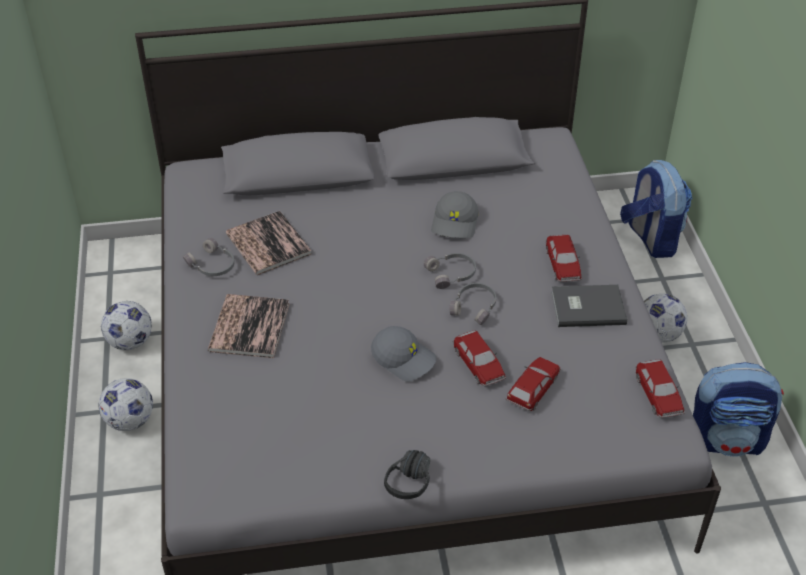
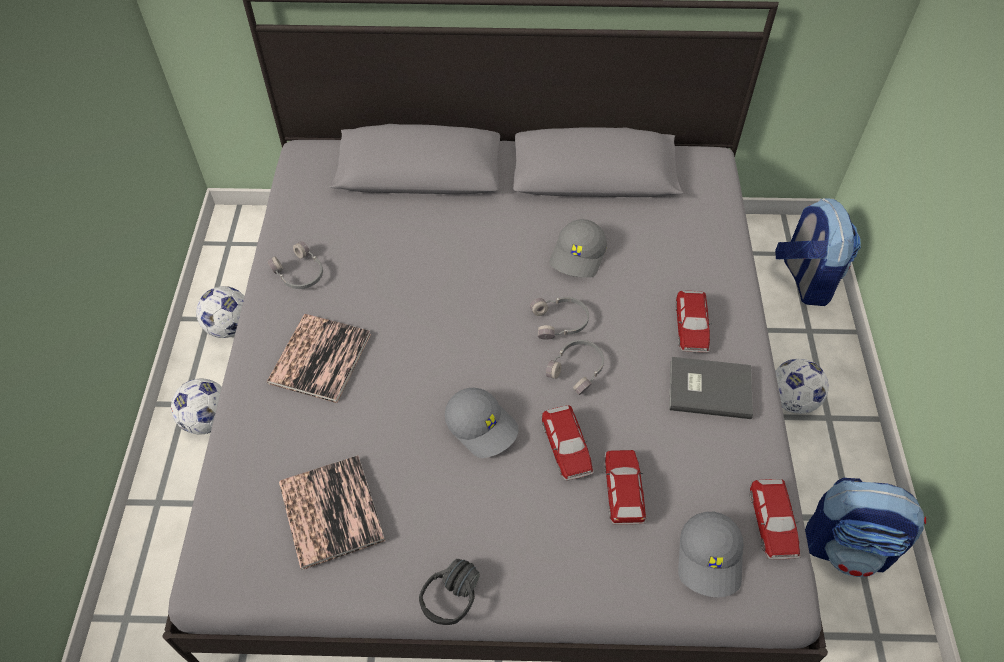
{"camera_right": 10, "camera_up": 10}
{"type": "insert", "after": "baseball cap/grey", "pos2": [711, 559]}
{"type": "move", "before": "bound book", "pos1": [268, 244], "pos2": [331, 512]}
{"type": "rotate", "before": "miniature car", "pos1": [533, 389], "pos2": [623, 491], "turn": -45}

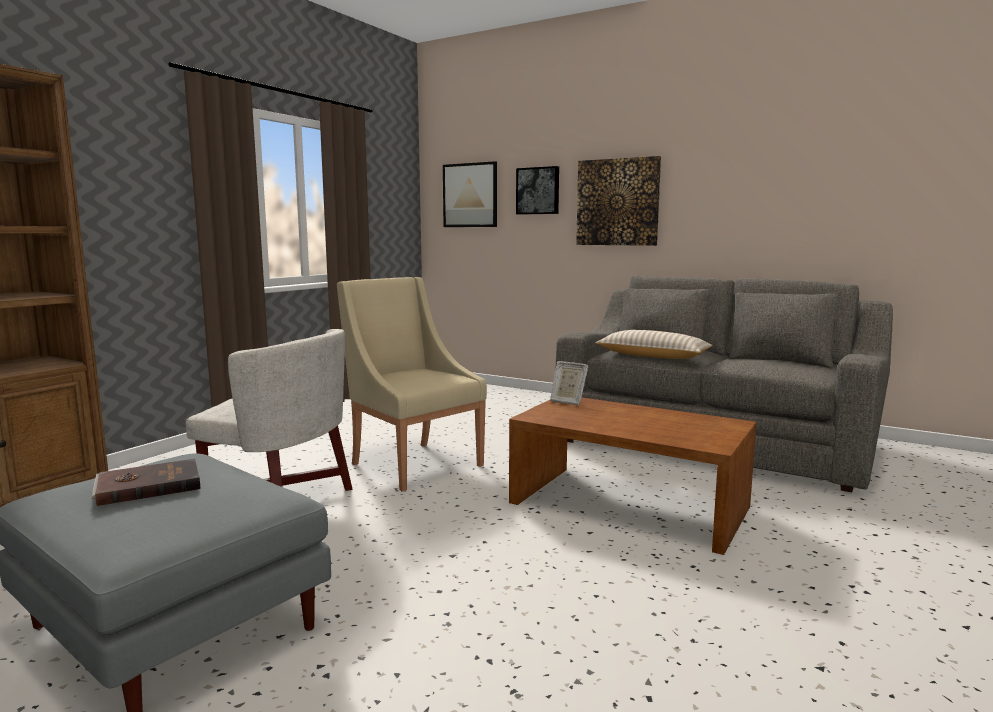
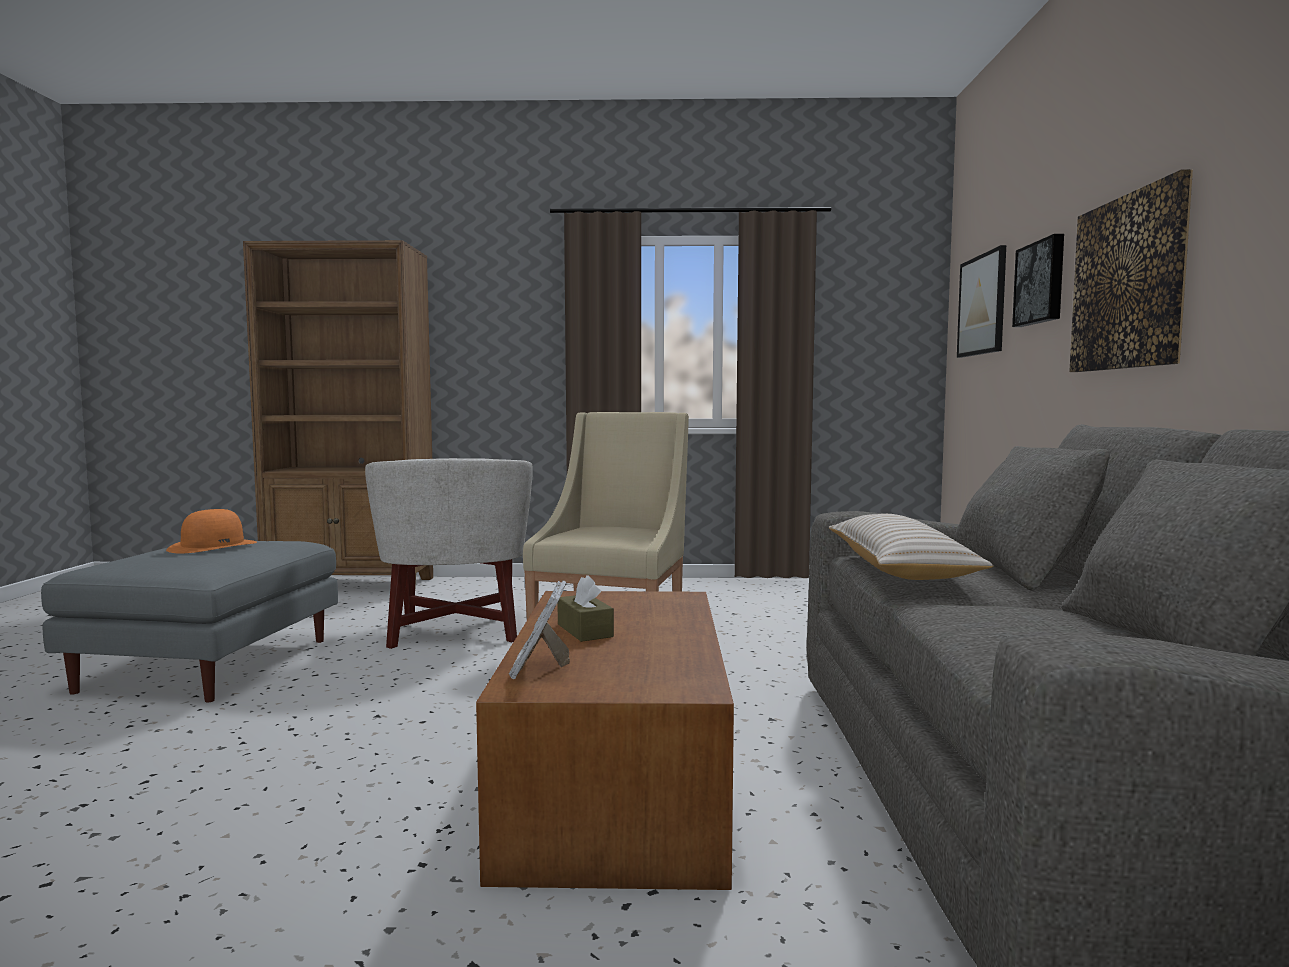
{"camera_right": 60, "camera_up": -5}
{"type": "insert", "after": "box of tissues/brown-coloured", "pos2": [585, 630]}
{"type": "move", "before": "photo frame", "pos1": [567, 401], "pos2": [540, 669]}
{"type": "replace", "before": "bound book/brown-coloured", "after": "wearable hat/orange", "pos1": [148, 485], "pos2": [213, 546]}

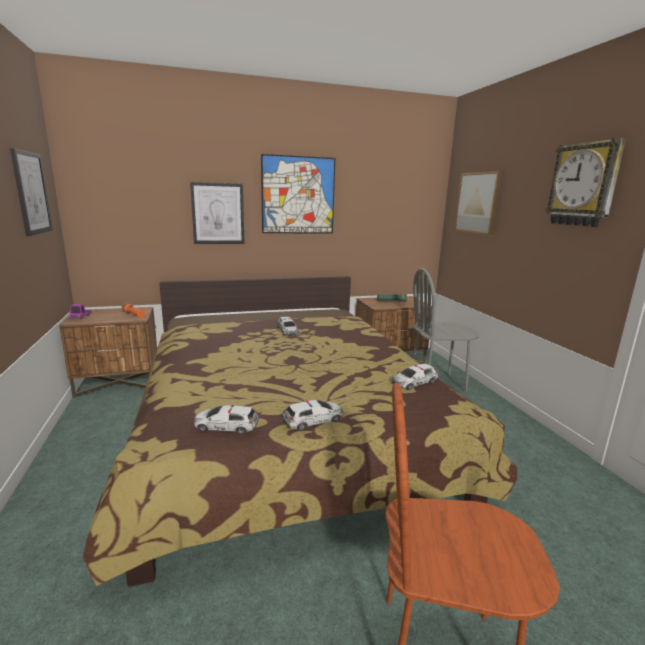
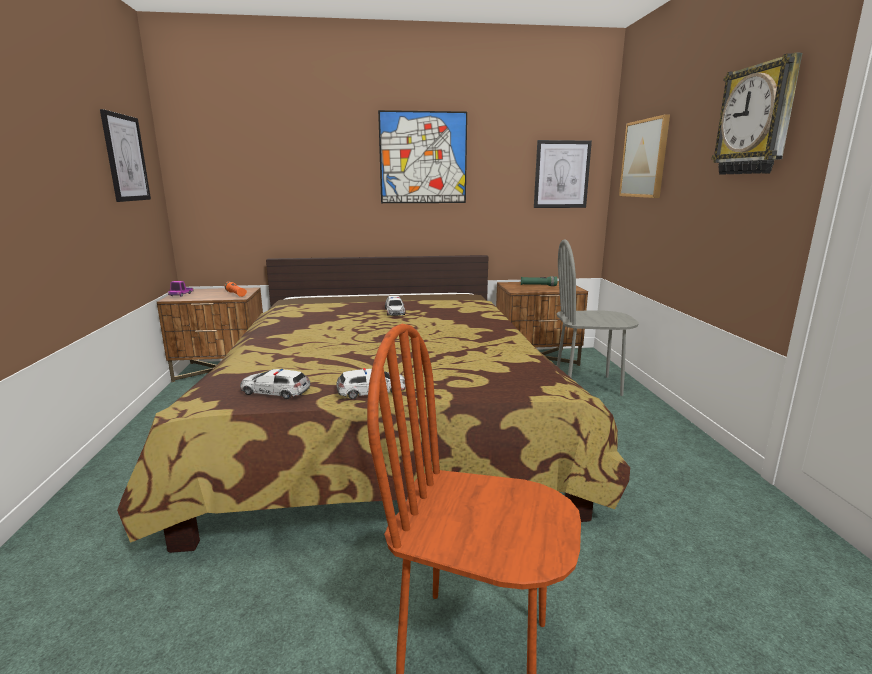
{"camera_right": 10, "camera_up": 0}
{"type": "delete", "before": "miniature car", "pos1": [413, 382]}
{"type": "move", "before": "wall picture", "pos1": [218, 213], "pos2": [561, 174]}

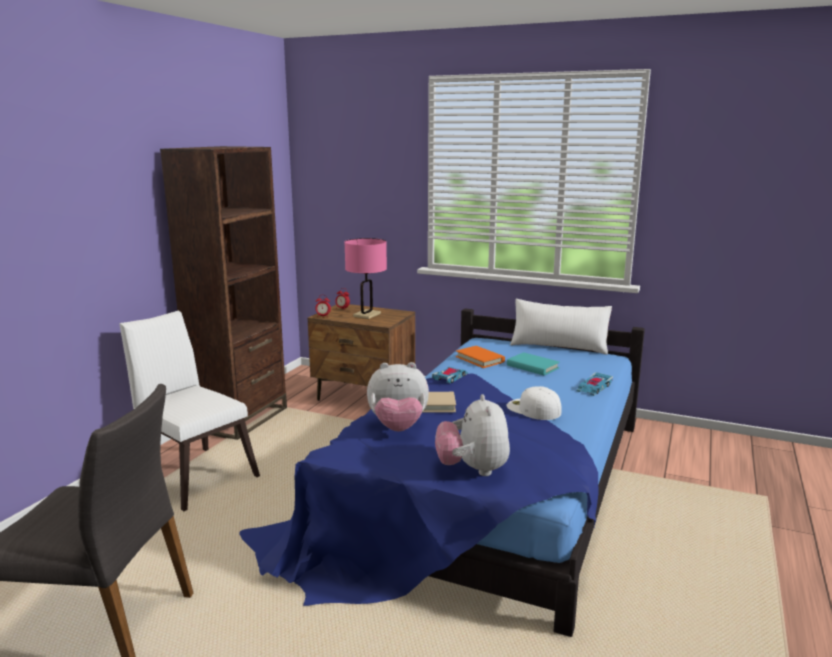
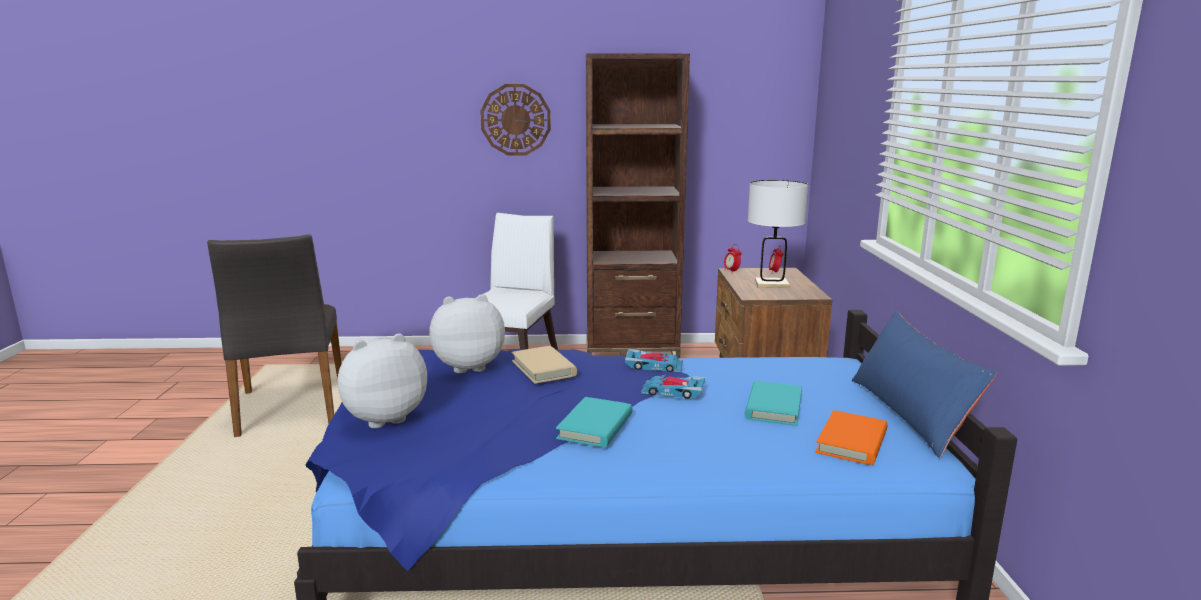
{"camera_right": 65, "camera_up": 0}
{"type": "insert", "after": "wall clock", "pos2": [515, 120]}
{"type": "move", "before": "bound book/orange", "pos1": [480, 359], "pos2": [852, 442]}
{"type": "move", "before": "miniature car", "pos1": [594, 388], "pos2": [672, 391]}
{"type": "replace", "before": "baseball cap/white", "after": "bound book/turquoise", "pos1": [533, 409], "pos2": [595, 426]}
{"type": "recolor", "before": "table lamp/pink-coloured", "after": "table lamp/white", "pos1": [367, 315], "pos2": [771, 284]}
{"type": "recolor", "before": "cushion/white", "after": "cushion/bluish", "pos1": [559, 346], "pos2": [910, 414]}
{"type": "rotate", "before": "cuddly toy", "pos1": [398, 427], "pos2": [469, 366], "turn": 105}

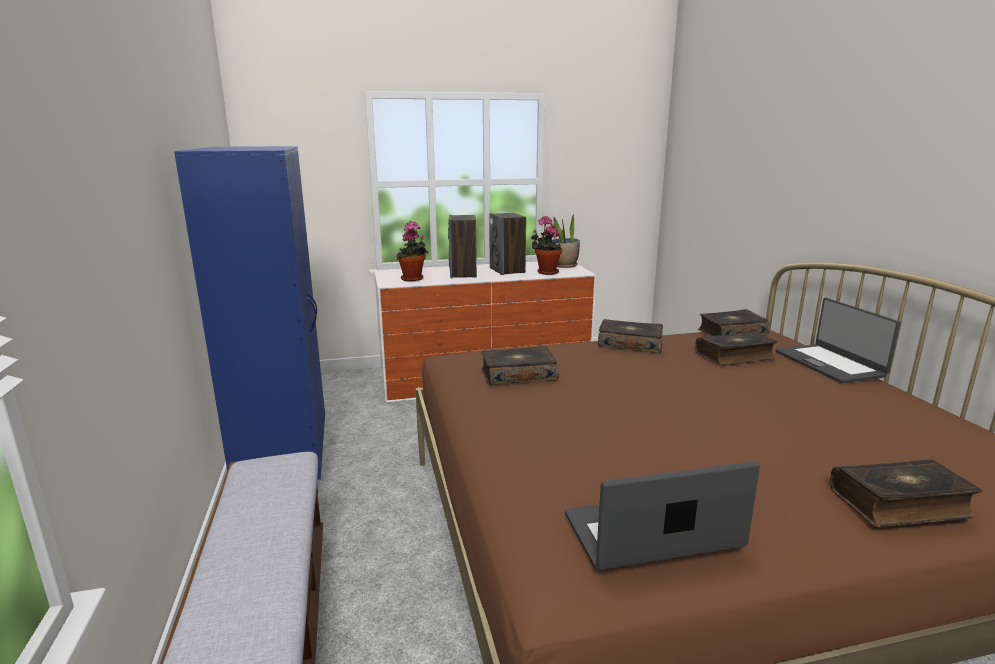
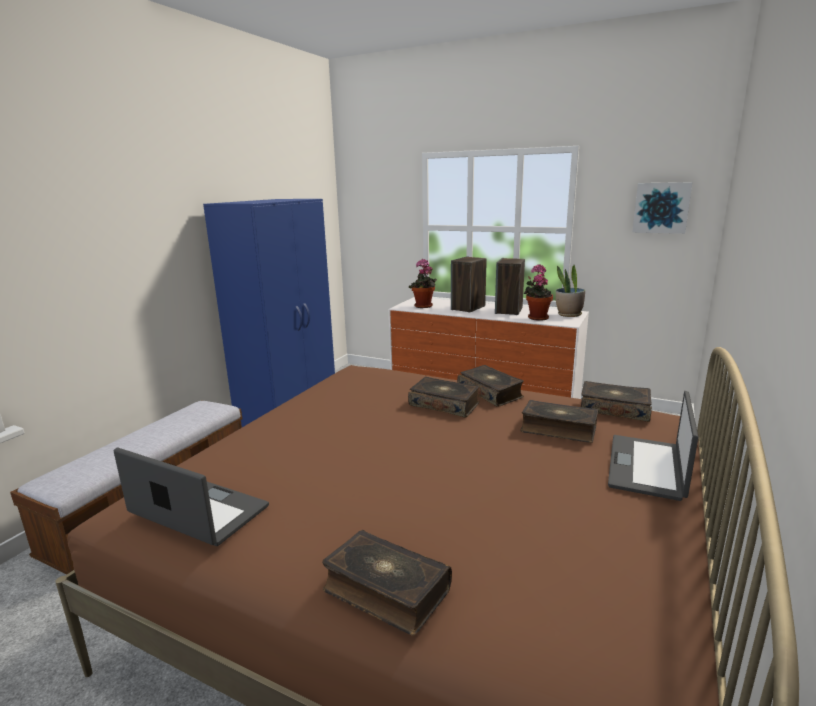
{"camera_right": 40, "camera_up": 0}
{"type": "insert", "after": "wall picture", "pos2": [661, 207]}
{"type": "move", "before": "bound book", "pos1": [518, 375], "pos2": [444, 404]}

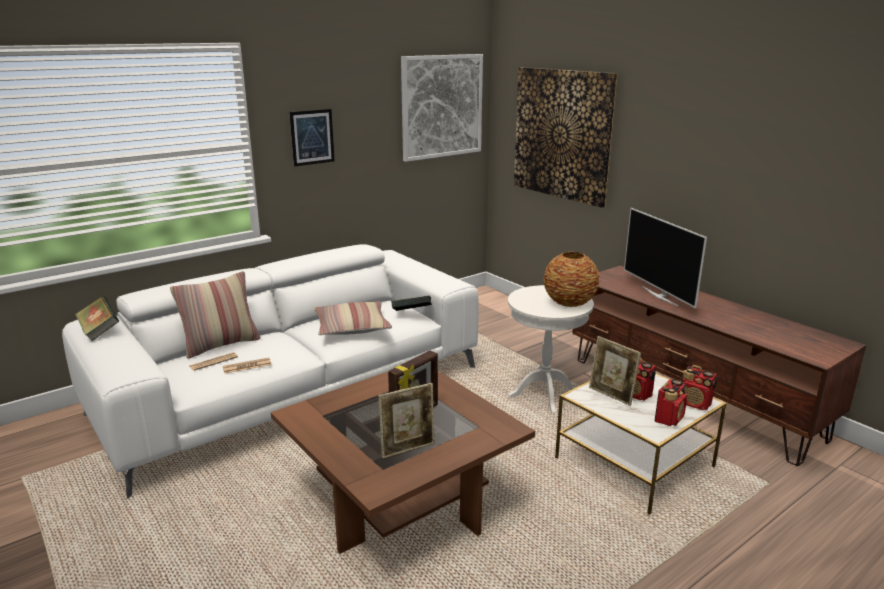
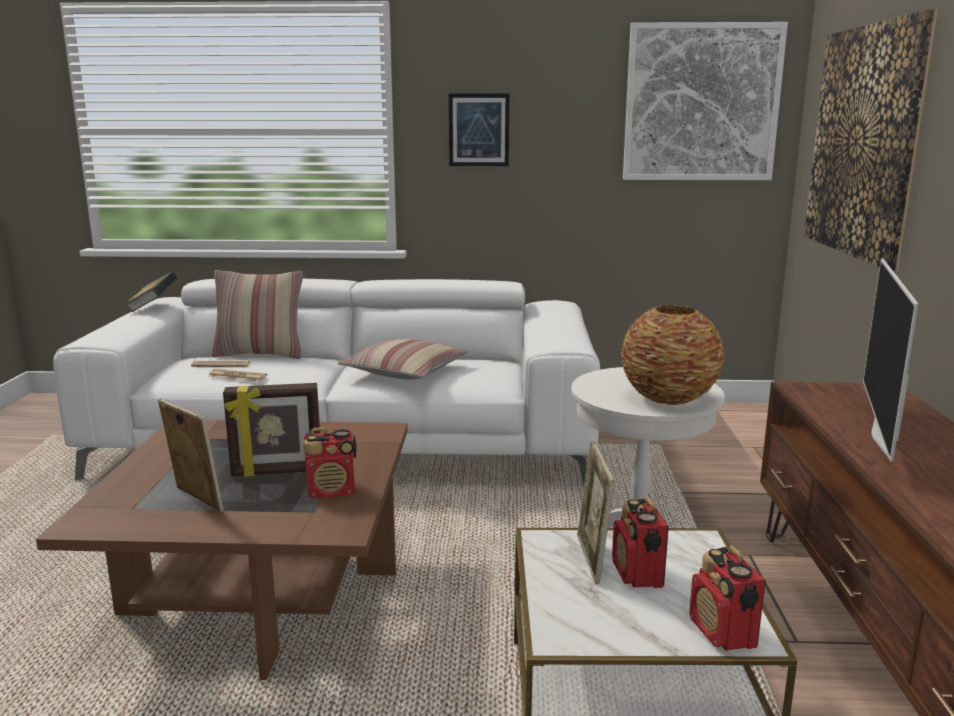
{"camera_right": 40, "camera_up": -5}
{"type": "delete", "before": "bound book", "pos1": [412, 314]}
{"type": "move", "before": "radio", "pos1": [669, 418], "pos2": [332, 491]}
{"type": "rotate", "before": "photo frame", "pos1": [408, 449], "pos2": [195, 500], "turn": -150}

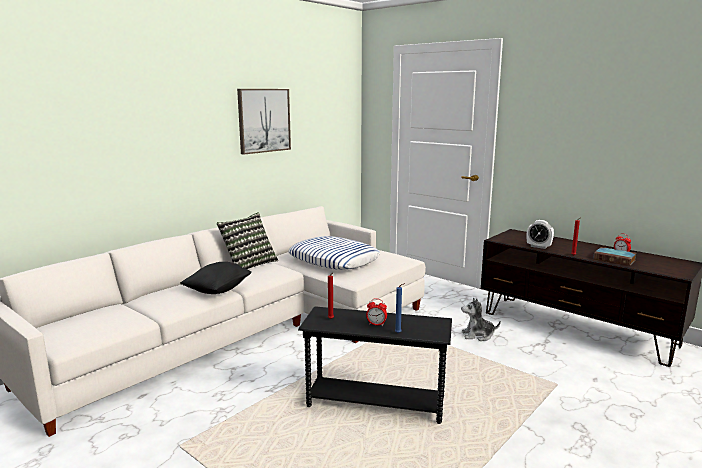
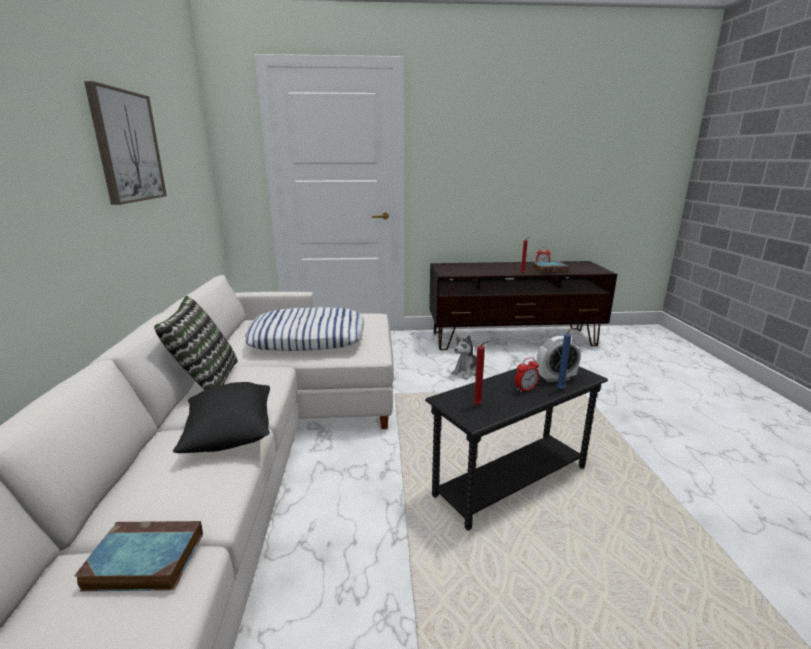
{"camera_right": -45, "camera_up": 5}
{"type": "insert", "after": "bound book", "pos2": [142, 561]}
{"type": "move", "before": "alarm clock", "pos1": [538, 246], "pos2": [555, 378]}

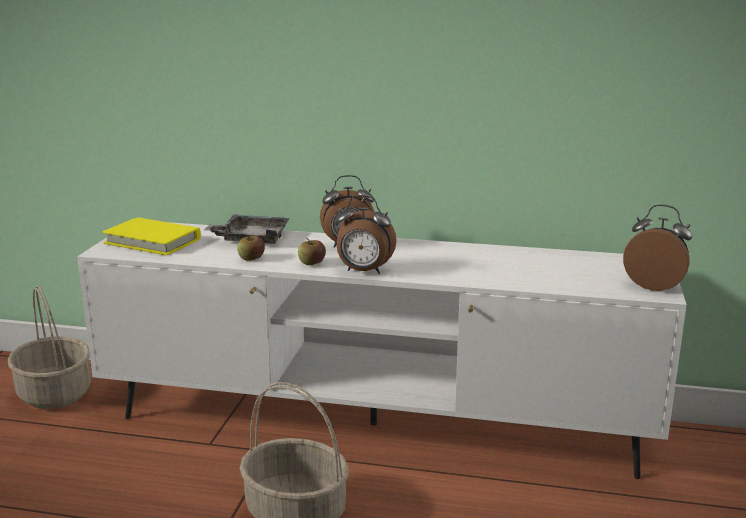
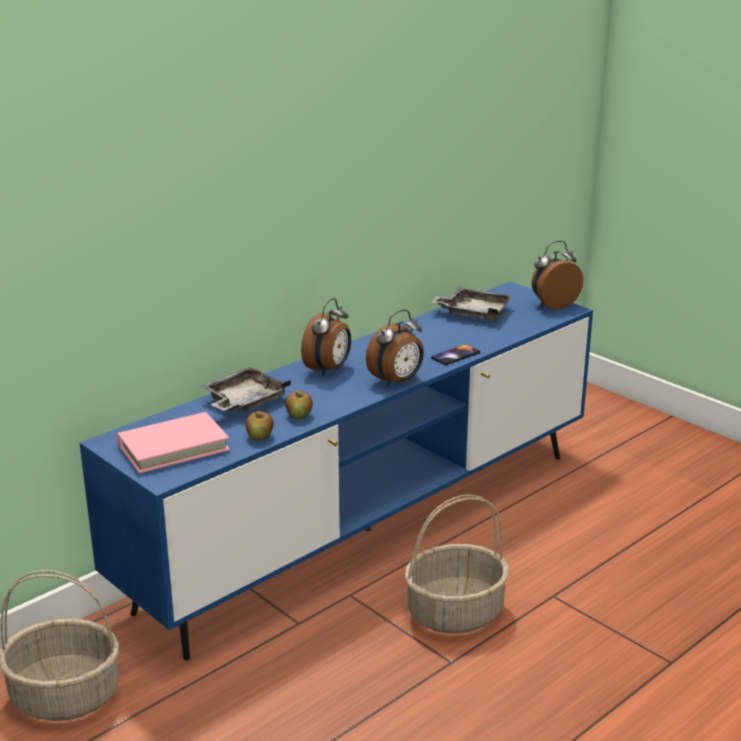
{"camera_right": -55, "camera_up": 5}
{"type": "insert", "after": "carrying tray/grey", "pos2": [474, 313]}
{"type": "insert", "after": "handset", "pos2": [455, 355]}
{"type": "move", "before": "apple fruit", "pos1": [312, 263], "pos2": [260, 436]}
{"type": "recolor", "before": "media console/white", "after": "media console/bluish", "pos1": [373, 424], "pos2": [368, 529]}
{"type": "recolor", "before": "bound book/yellow", "after": "bound book/pink-coloured", "pos1": [152, 241], "pos2": [173, 447]}

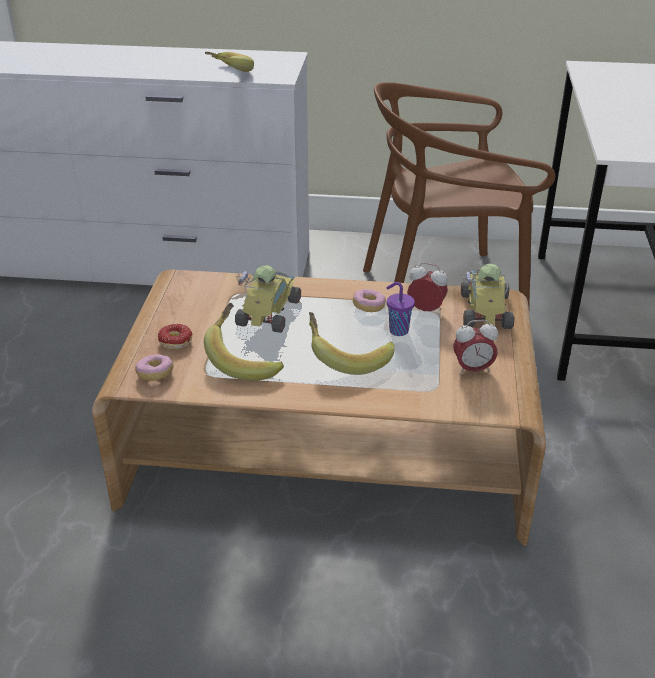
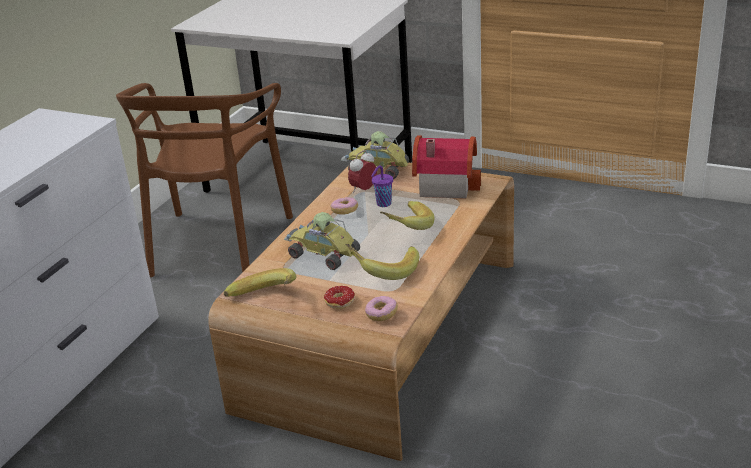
{"camera_right": -70, "camera_up": -5}
{"type": "move", "before": "banana fruit", "pos1": [224, 75], "pos2": [265, 301]}
{"type": "replace", "before": "alarm clock", "after": "toy house", "pos1": [472, 369], "pos2": [444, 184]}

